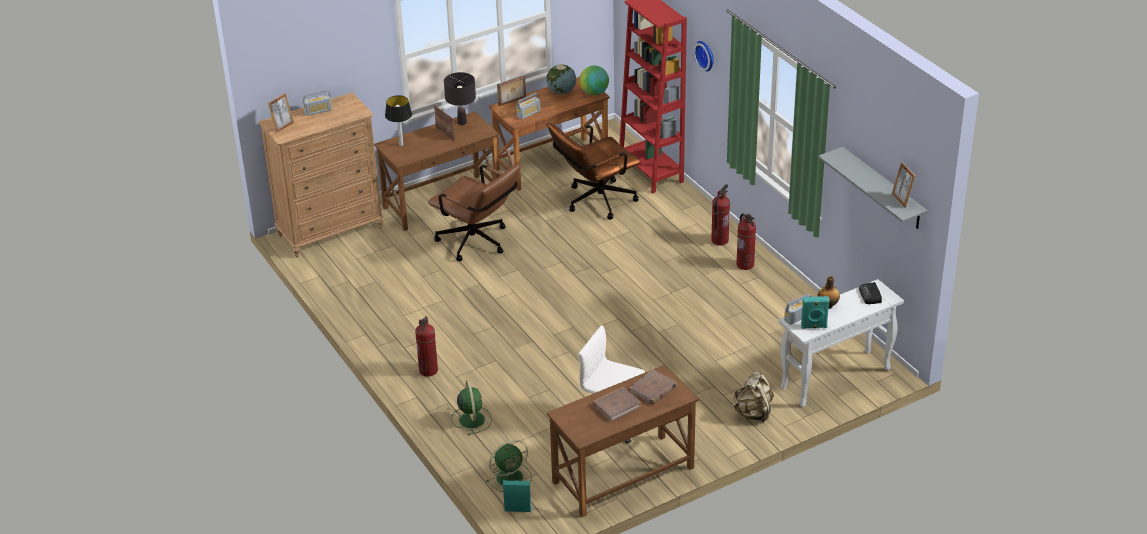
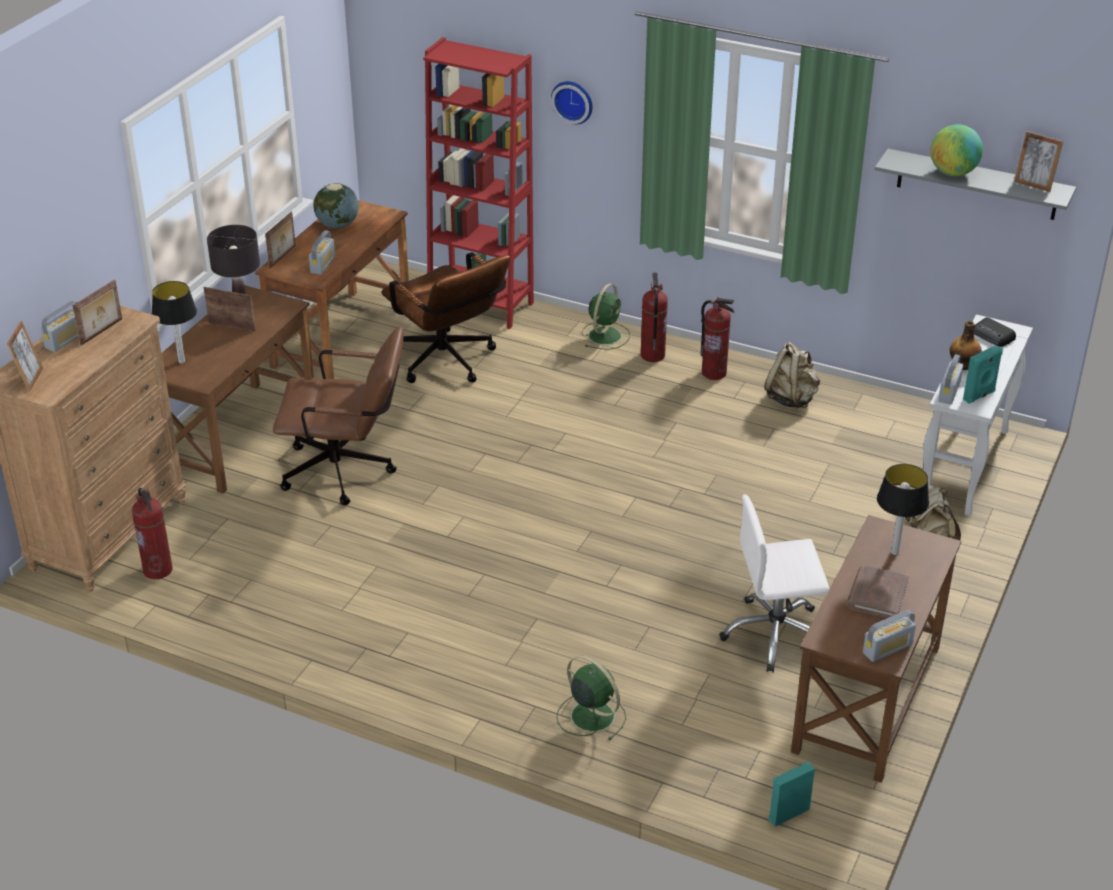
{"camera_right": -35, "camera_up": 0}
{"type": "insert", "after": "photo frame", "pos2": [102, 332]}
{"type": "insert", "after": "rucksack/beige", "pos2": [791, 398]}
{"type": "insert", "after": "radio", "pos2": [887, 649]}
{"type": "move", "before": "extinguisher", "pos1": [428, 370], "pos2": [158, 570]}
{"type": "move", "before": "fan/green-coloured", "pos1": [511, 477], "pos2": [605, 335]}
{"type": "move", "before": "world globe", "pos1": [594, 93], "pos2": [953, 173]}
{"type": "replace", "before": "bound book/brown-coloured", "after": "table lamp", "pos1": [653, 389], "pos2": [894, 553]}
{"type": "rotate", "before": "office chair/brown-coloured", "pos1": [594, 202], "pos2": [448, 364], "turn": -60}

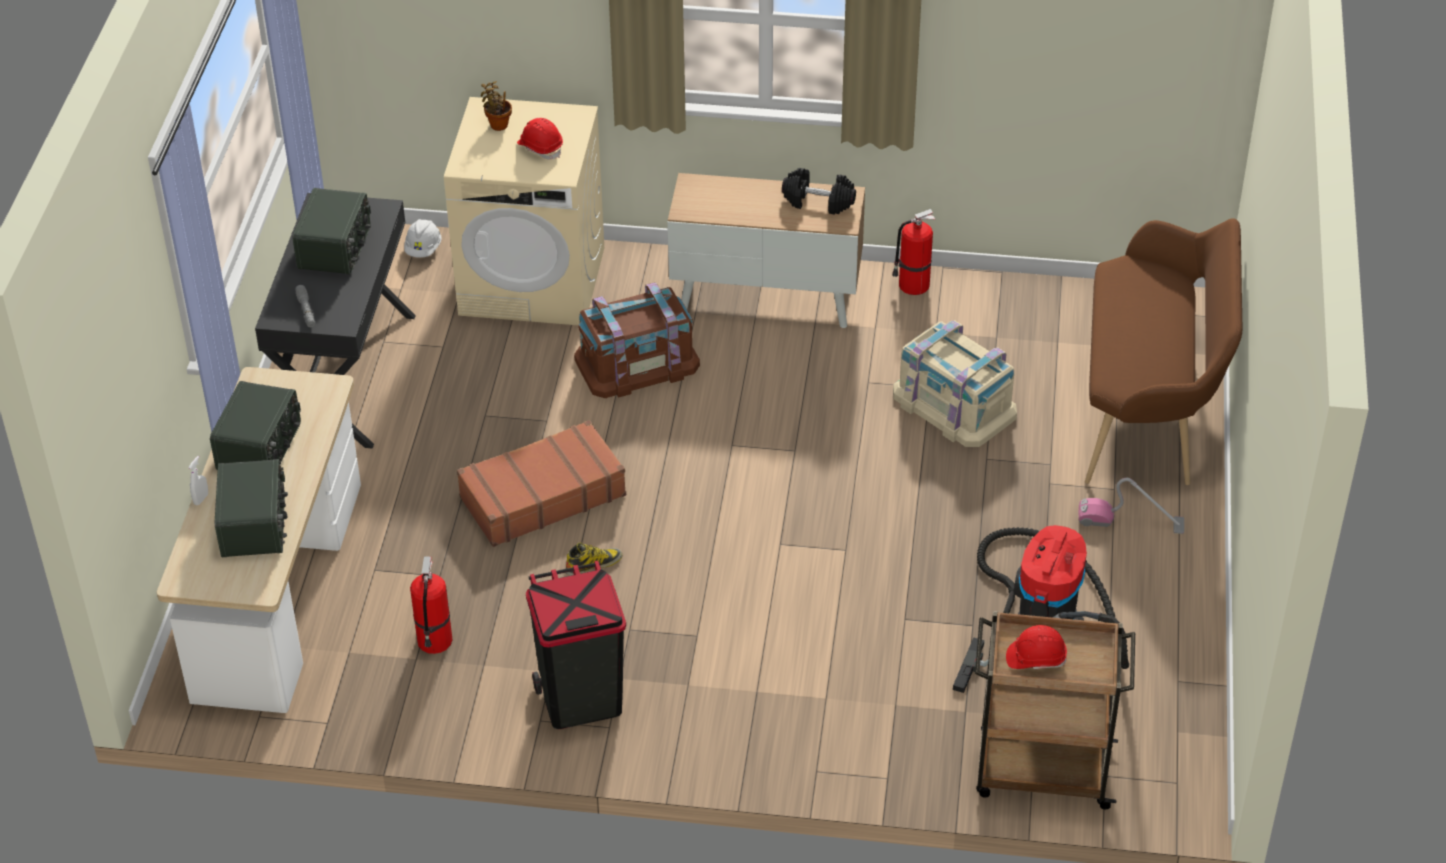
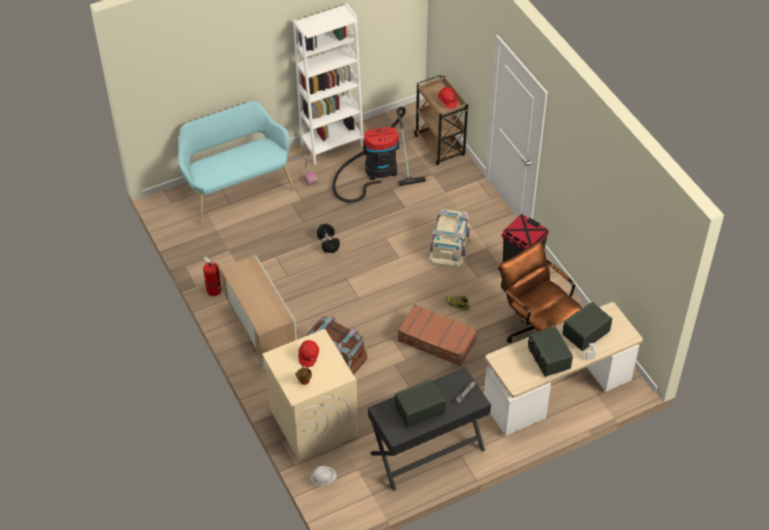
{"camera_right": -125, "camera_up": 5}
{"type": "insert", "after": "shelving unit/white", "pos2": [332, 145]}
{"type": "move", "before": "free weight/black", "pos1": [818, 202], "pos2": [328, 243]}
{"type": "move", "before": "storage box/beige", "pos1": [953, 404], "pos2": [449, 246]}
{"type": "replace", "before": "extinguisher", "after": "office chair/brown-coloured", "pos1": [434, 641], "pos2": [535, 328]}
{"type": "recolor", "before": "bench/brown-coloured", "after": "bench/turquoise", "pos1": [1149, 409], "pos2": [237, 189]}
{"type": "rotate", "before": "radio", "pos1": [260, 447], "pos2": [548, 358], "turn": -90}

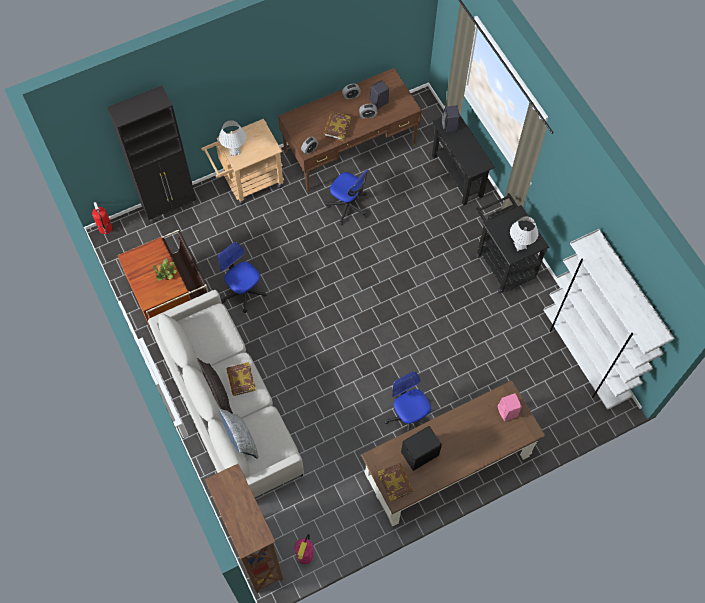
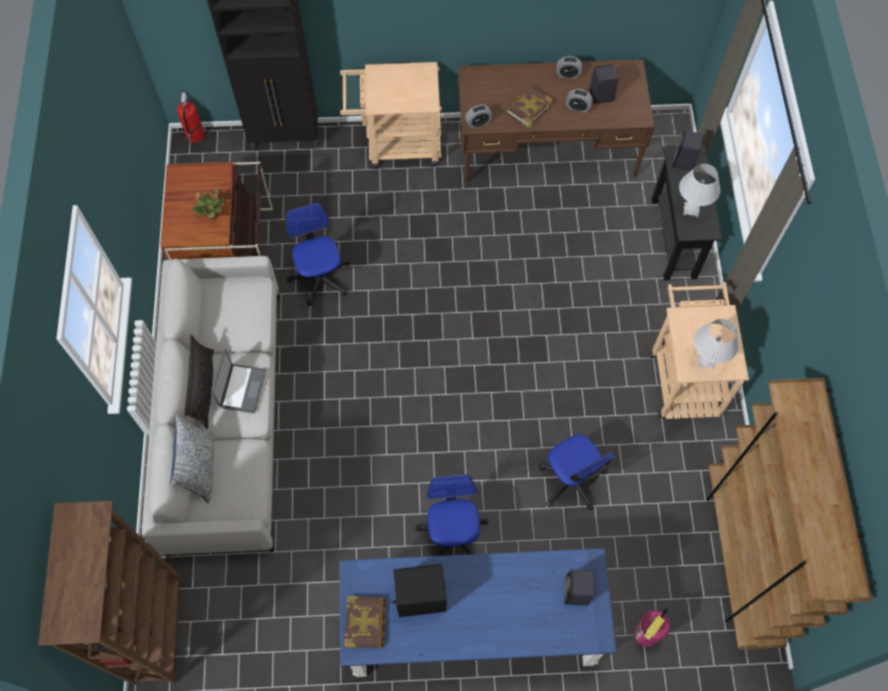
{"camera_right": 25, "camera_up": 0}
{"type": "move", "before": "table lamp/white", "pos1": [235, 151], "pos2": [691, 210]}
{"type": "move", "before": "extinguisher", "pos1": [305, 555], "pos2": [646, 633]}
{"type": "move", "before": "office chair", "pos1": [348, 206], "pos2": [571, 480]}
{"type": "replace", "before": "bound book", "after": "portable computer", "pos1": [241, 380], "pos2": [241, 388]}
{"type": "recolor", "before": "desk unit/brown-coloured", "after": "desk unit/bluish", "pos1": [446, 466], "pos2": [471, 626]}
{"type": "recolor", "before": "trolley/black", "after": "trolley/beige", "pos1": [502, 261], "pos2": [683, 375]}
{"type": "recolor", "before": "loudspeaker/pink-coloured", "after": "loudspeaker/black", "pos1": [508, 412], "pos2": [576, 593]}
{"type": "recolor", "before": "shelving unit/white", "after": "shelving unit/brown-coloured", "pos1": [585, 357], "pos2": [741, 558]}

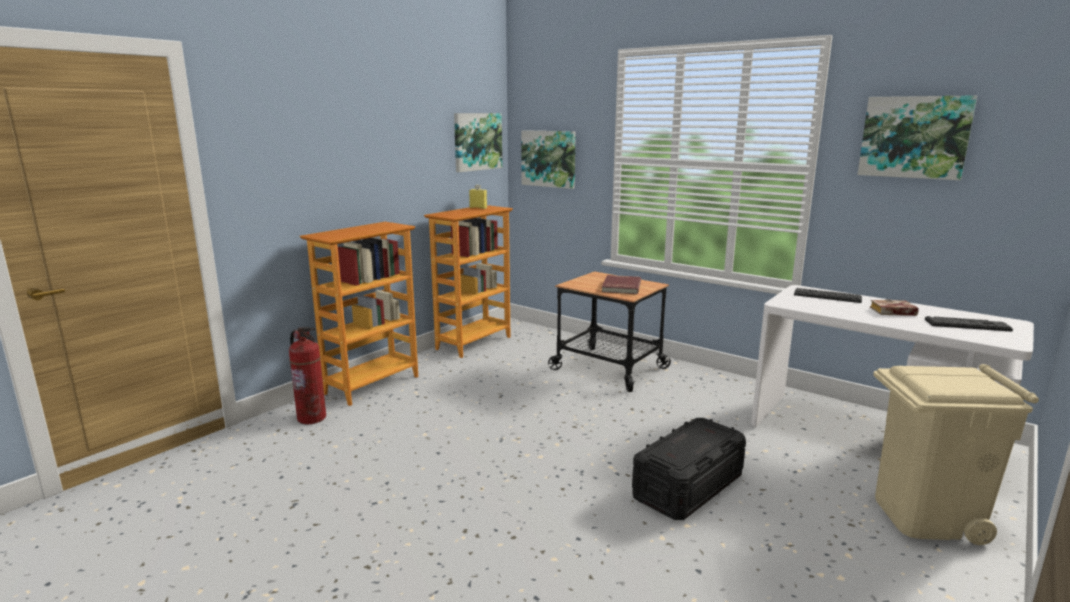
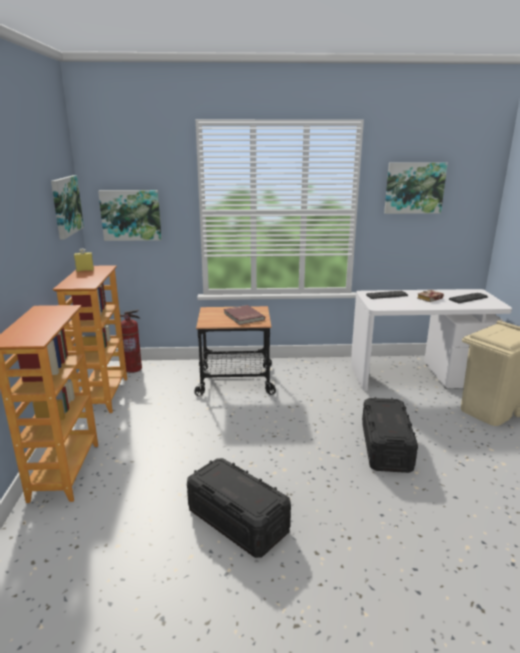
{"camera_right": -40, "camera_up": 5}
{"type": "insert", "after": "storage box/black", "pos2": [237, 520]}
{"type": "move", "before": "extinguisher", "pos1": [311, 418], "pos2": [133, 369]}

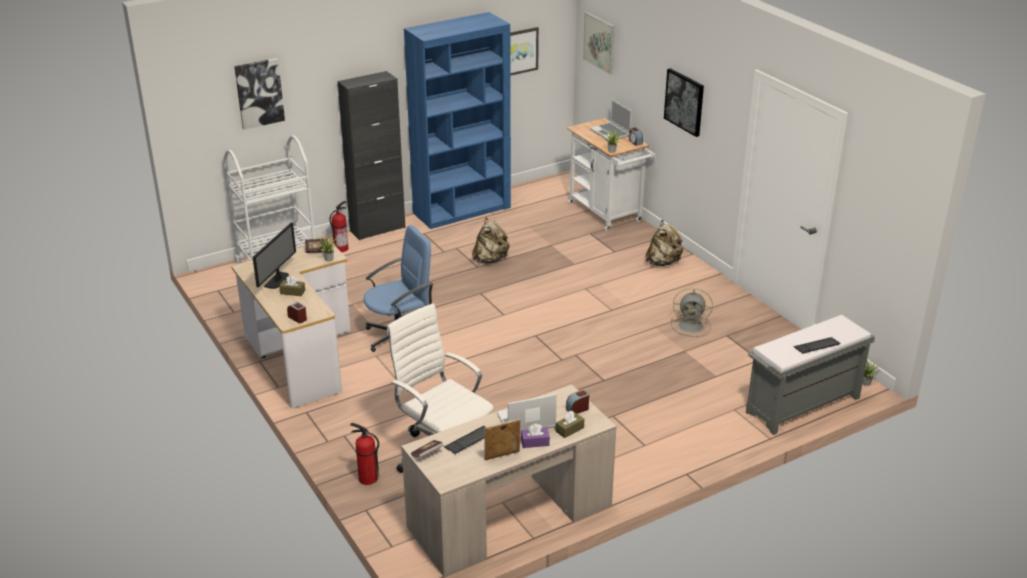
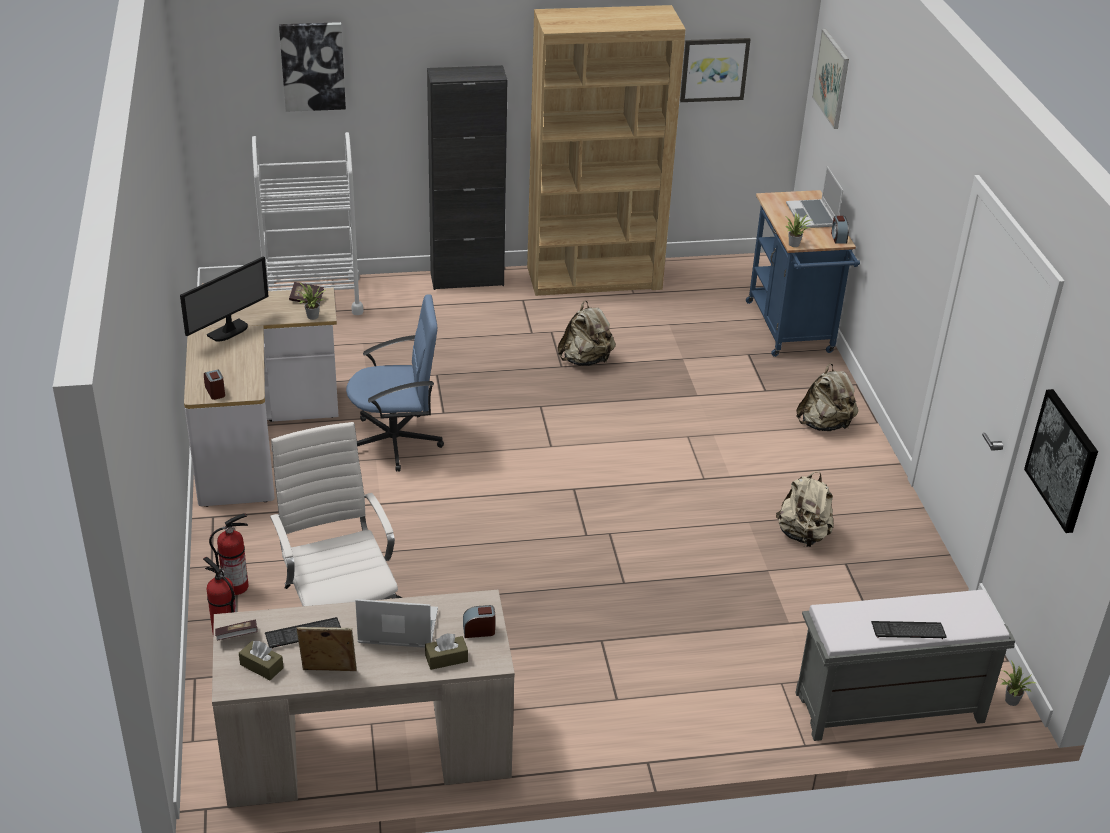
{"camera_right": 20, "camera_up": 5}
{"type": "delete", "before": "box of tissues/purple", "pos1": [535, 442]}
{"type": "move", "before": "box of tissues/brown-coloured", "pos1": [292, 292], "pos2": [261, 666]}
{"type": "move", "before": "extinguisher", "pos1": [341, 248], "pos2": [236, 586]}
{"type": "move", "before": "wall picture", "pos1": [684, 102], "pos2": [1063, 460]}
{"type": "replace", "before": "fan/grey", "after": "rucksack/beige", "pos1": [692, 326], "pos2": [803, 535]}
{"type": "recolor", "before": "shelving unit/bluish", "after": "shelving unit/brown-coloured", "pos1": [462, 210], "pos2": [595, 278]}
{"type": "recolor", "before": "trolley/white", "after": "trolley/bluish", "pos1": [607, 214], "pos2": [791, 331]}

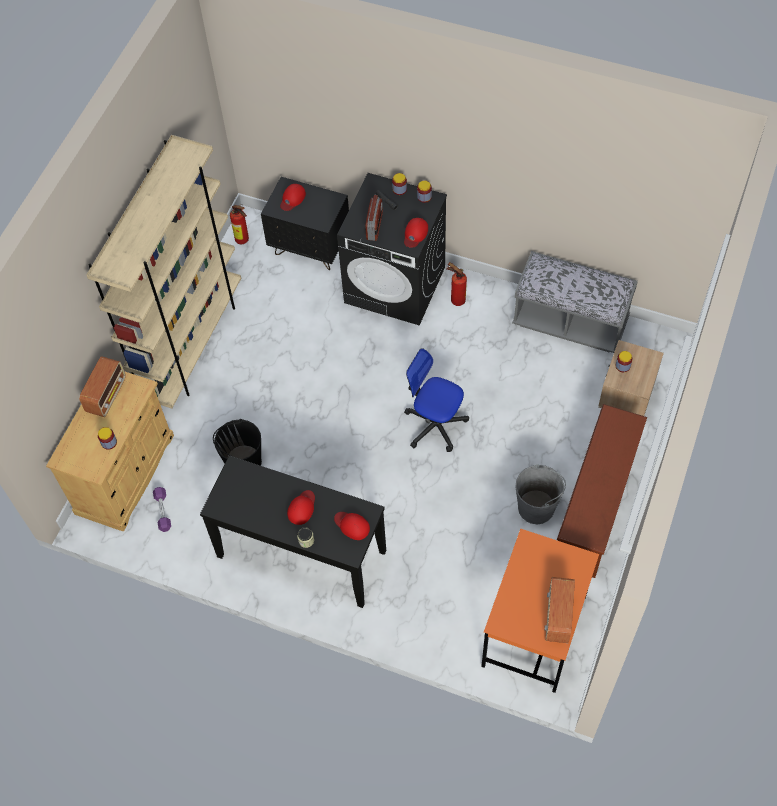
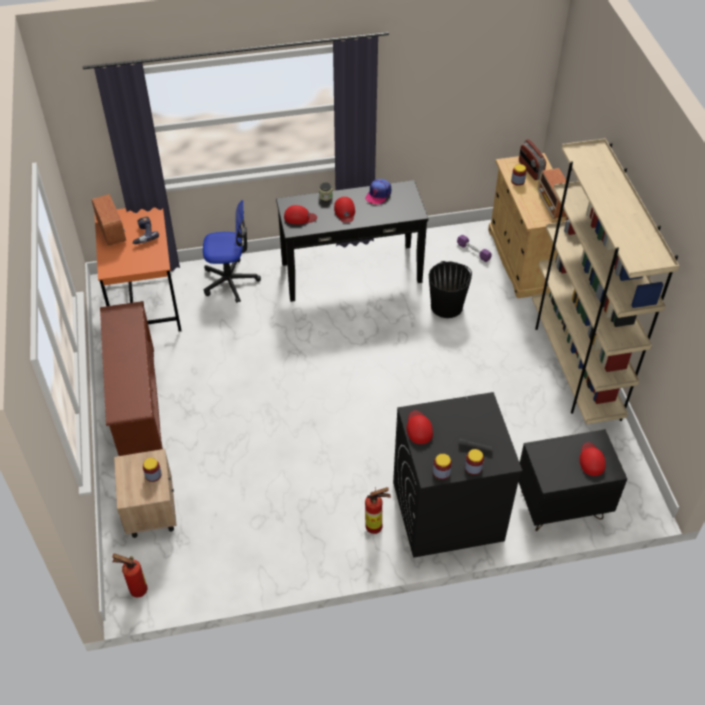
{"camera_right": 145, "camera_up": -10}
{"type": "delete", "before": "bench/grey", "pos1": [570, 322]}
{"type": "delete", "before": "bucket/grey", "pos1": [536, 507]}
{"type": "insert", "after": "power drill", "pos2": [143, 235]}
{"type": "insert", "after": "baseball cap", "pos2": [378, 194]}
{"type": "move", "before": "extinguisher", "pos1": [243, 241], "pos2": [136, 589]}
{"type": "move", "before": "radio", "pos1": [375, 226], "pos2": [530, 170]}
{"type": "move", "before": "office chair", "pos1": [435, 425], "pos2": [230, 281]}

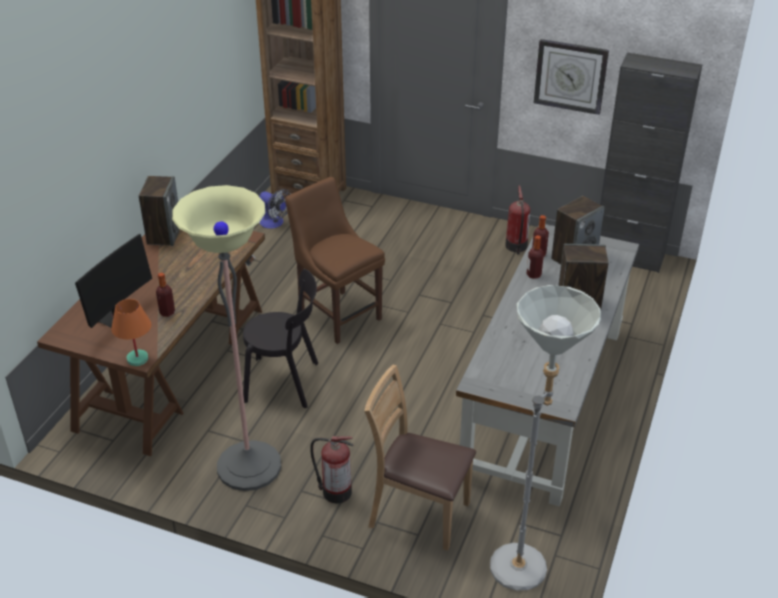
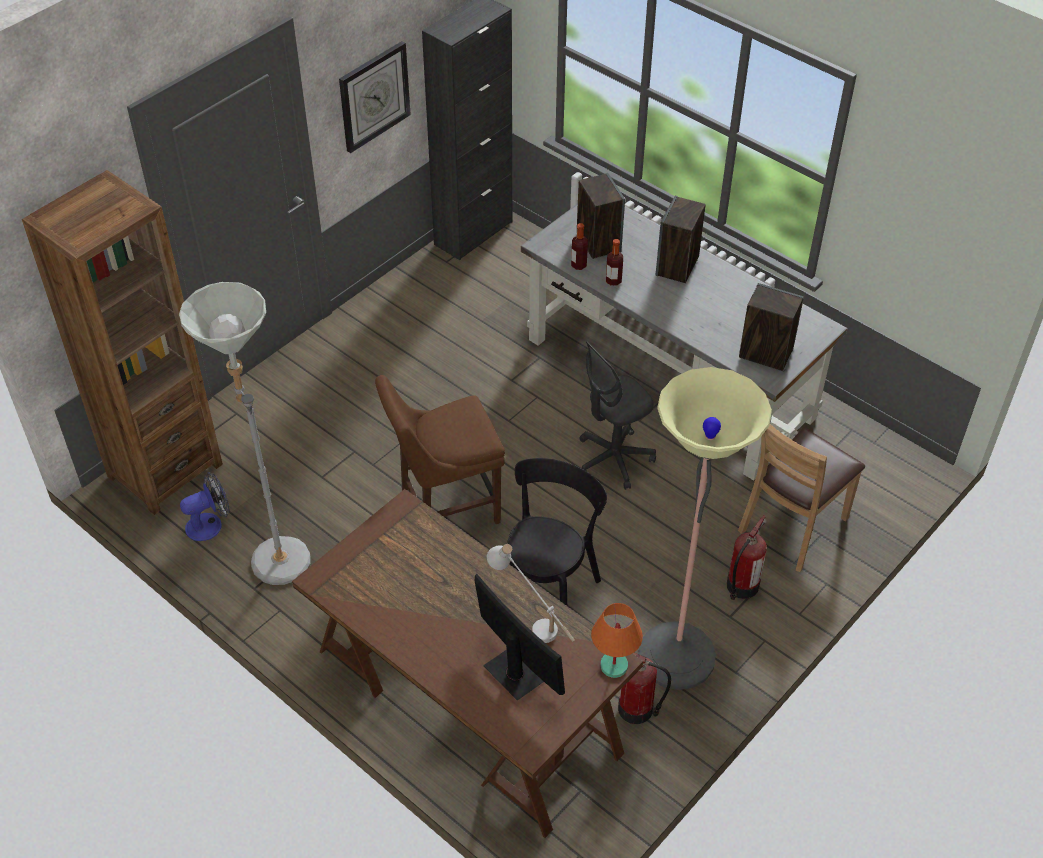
{"camera_right": -70, "camera_up": 10}
{"type": "insert", "after": "office chair/grey", "pos2": [613, 459]}
{"type": "move", "before": "loudspeaker", "pos1": [164, 235], "pos2": [765, 354]}
{"type": "move", "before": "standing lamp/grey", "pos1": [524, 559], "pos2": [275, 552]}
{"type": "move", "before": "extinguisher", "pos1": [516, 246], "pos2": [638, 709]}
{"type": "replace", "before": "drink bottle", "after": "table lamp/white", "pos1": [167, 312], "pos2": [531, 620]}

